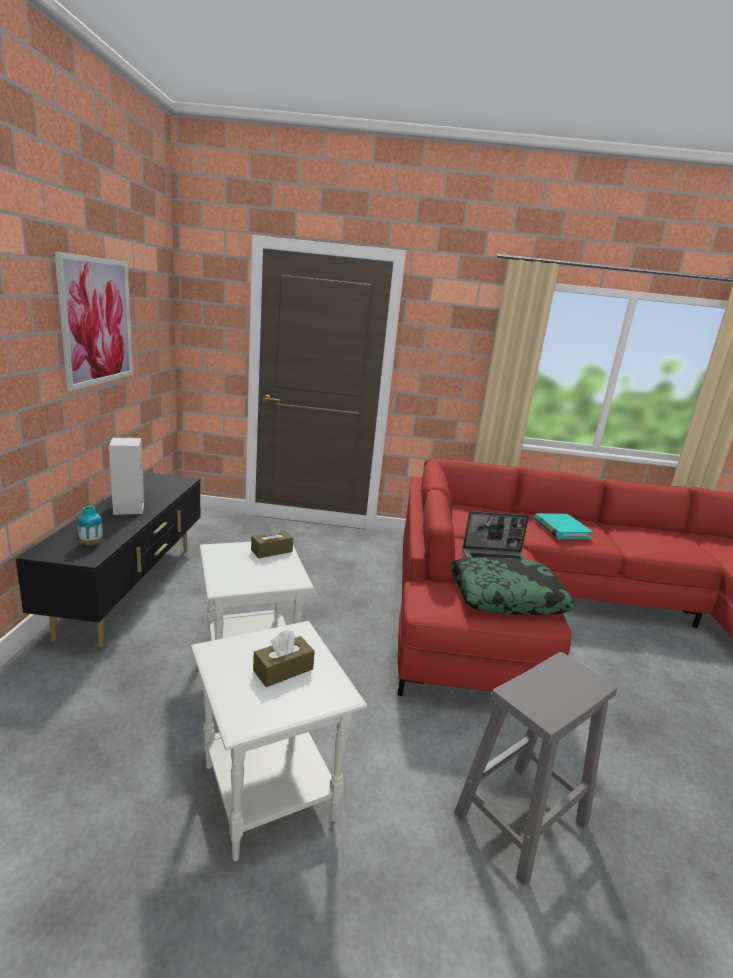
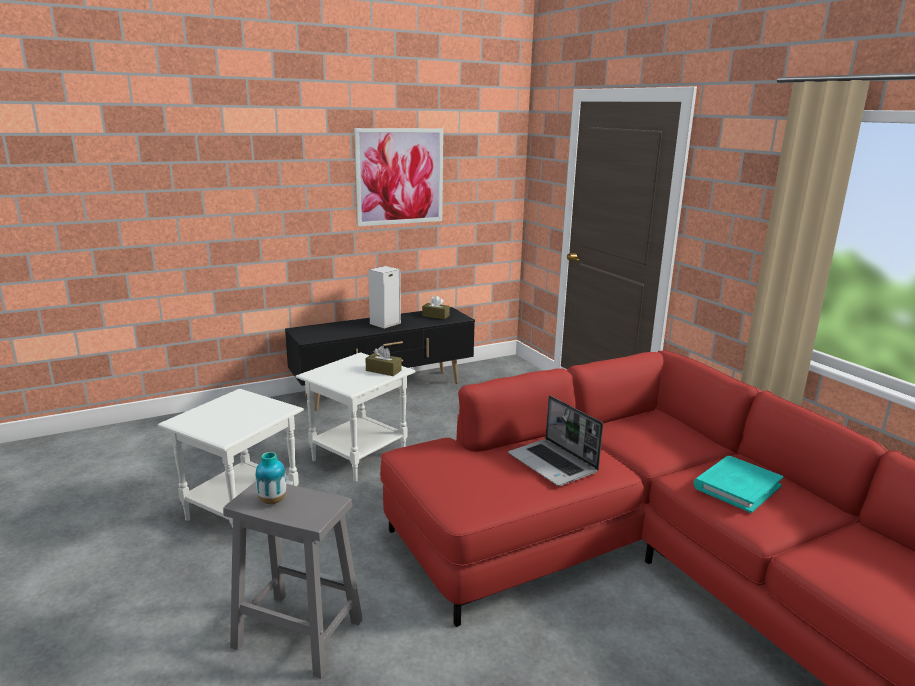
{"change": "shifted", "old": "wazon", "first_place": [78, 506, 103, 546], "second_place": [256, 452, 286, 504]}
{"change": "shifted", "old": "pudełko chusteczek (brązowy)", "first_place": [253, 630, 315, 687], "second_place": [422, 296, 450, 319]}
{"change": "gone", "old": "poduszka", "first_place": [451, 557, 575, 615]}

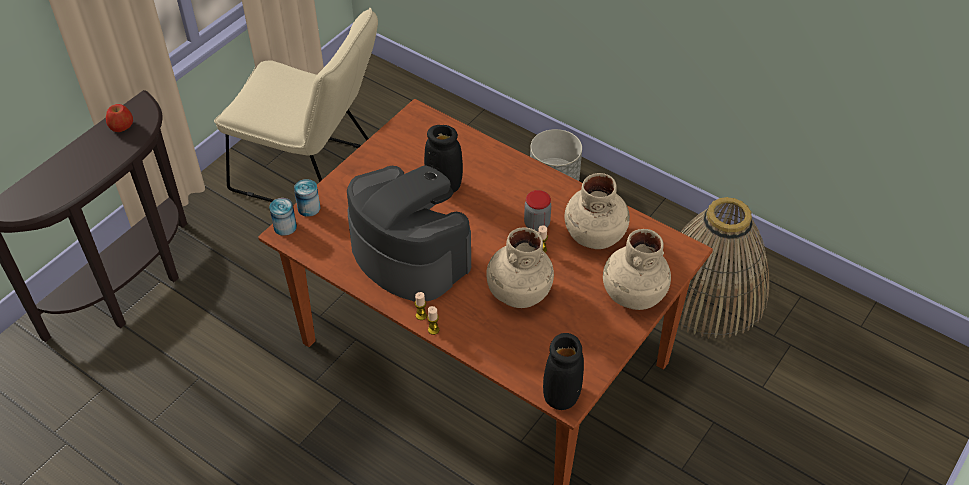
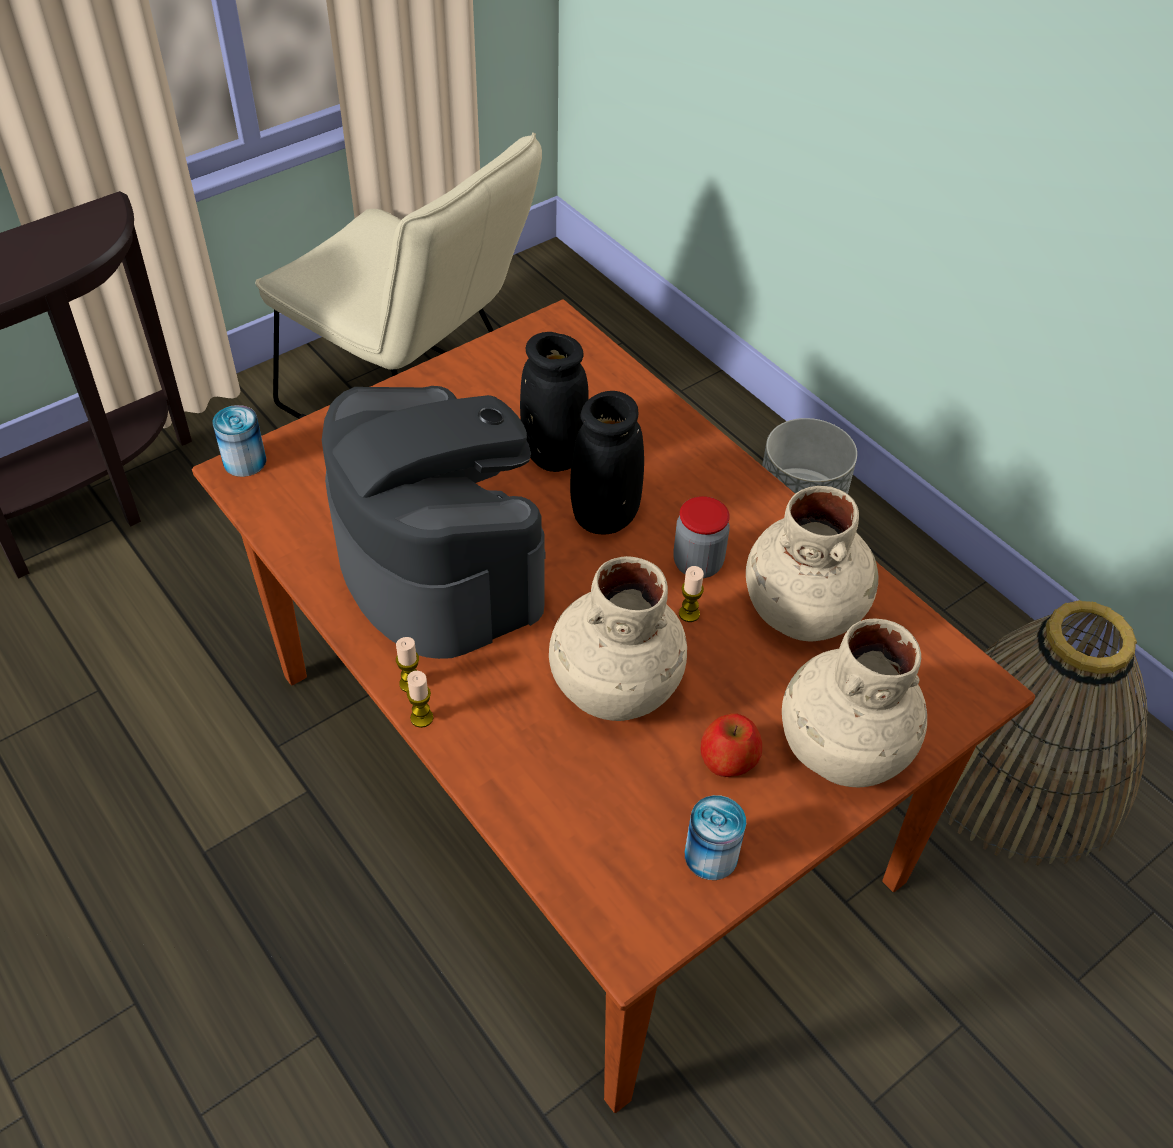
{"change": "shifted", "old": "jabłko", "first_place": [106, 104, 133, 132], "second_place": [700, 713, 762, 777]}
{"change": "shifted", "old": "puszka", "first_place": [294, 179, 320, 217], "second_place": [685, 795, 746, 880]}
{"change": "shifted", "old": "wazon (czarny)", "first_place": [543, 333, 584, 410], "second_place": [570, 391, 644, 534]}

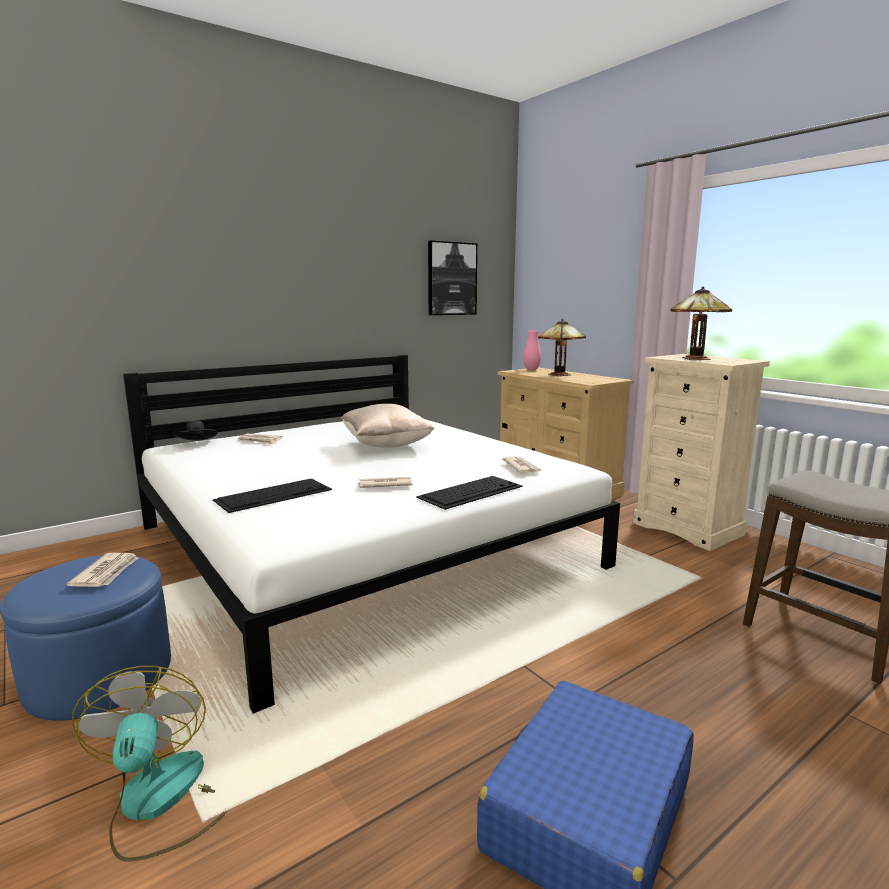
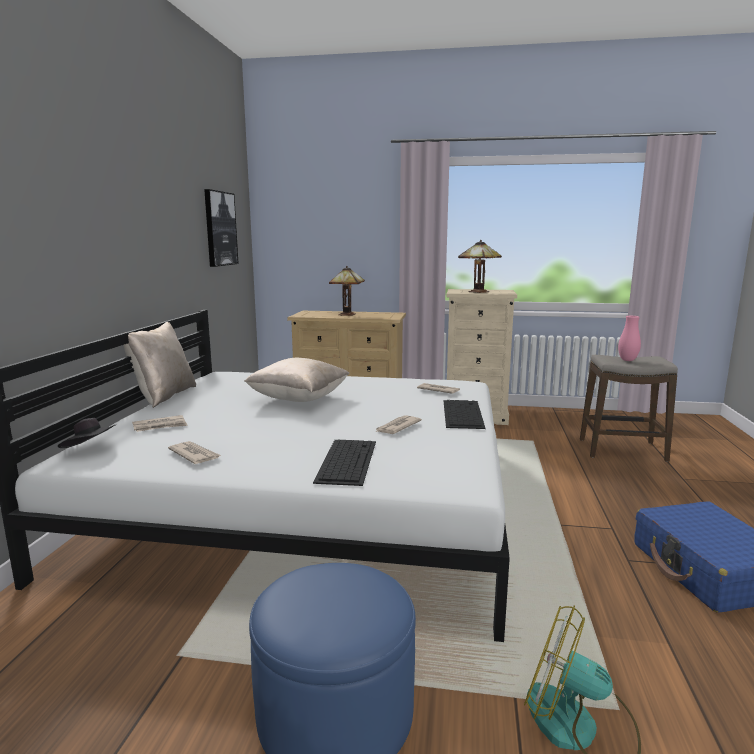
{"change": "shifted", "old": "gazeta", "first_place": [66, 553, 138, 587], "second_place": [168, 441, 221, 464]}
{"change": "shifted", "old": "wazon (różowy)", "first_place": [523, 330, 541, 370], "second_place": [618, 316, 641, 361]}
{"change": "new", "new": "poduszka (beżowy)", "second_place": [123, 322, 196, 408]}

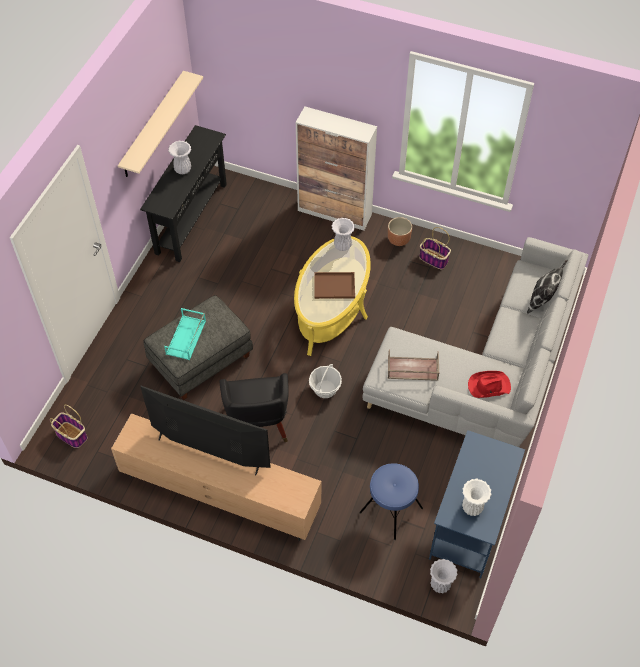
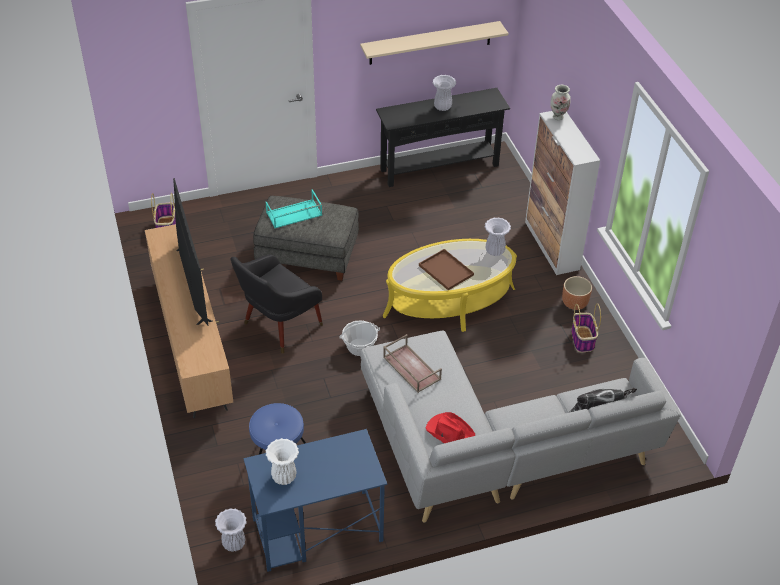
{"change": "new", "new": "wazon", "second_place": [551, 85, 571, 120]}

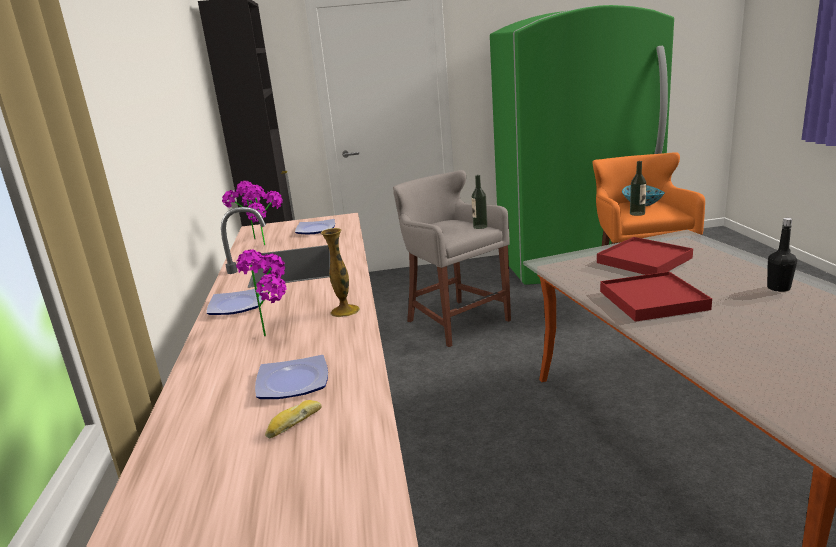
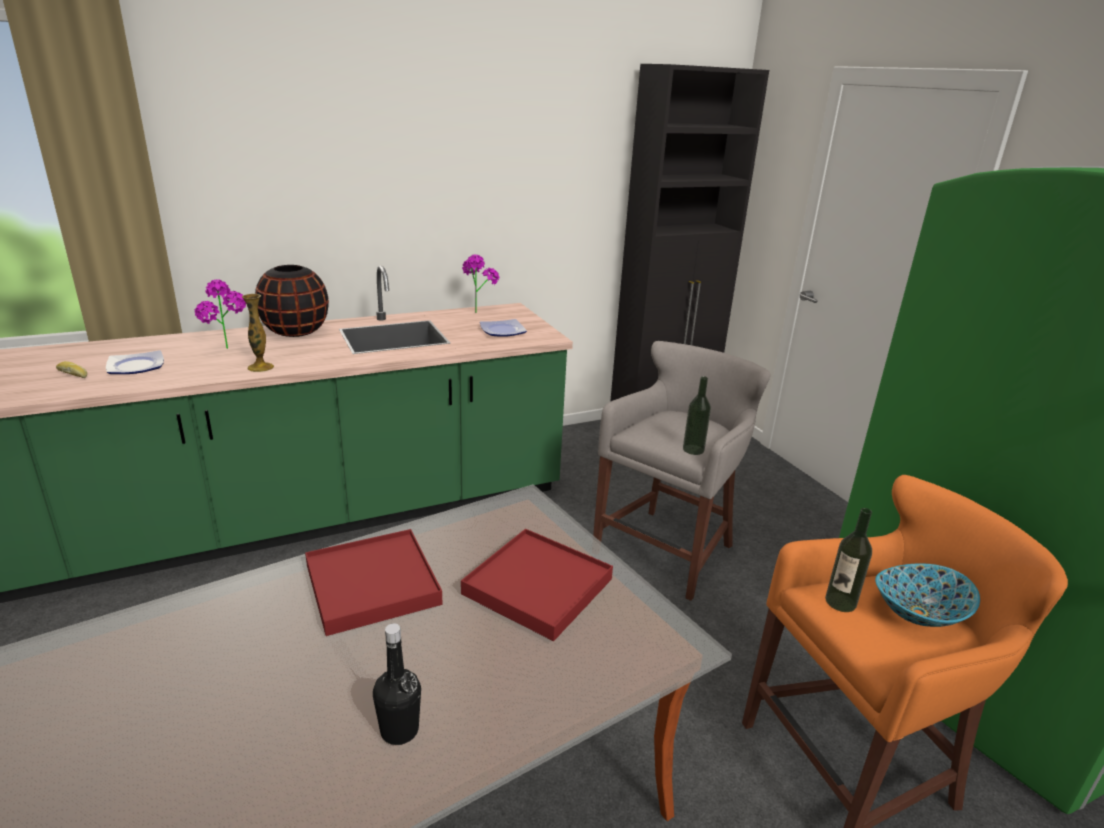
{"change": "swapped", "old": "talerz", "new": "wazon (czarny)", "first_place": [207, 289, 263, 315], "second_place": [255, 265, 329, 337]}
{"change": "gone", "old": "roślina doniczkowa", "first_place": [245, 185, 283, 245]}

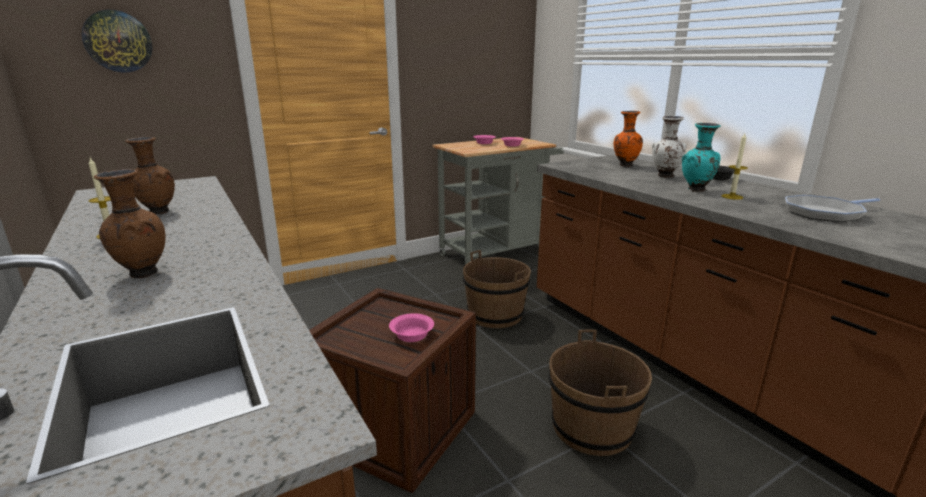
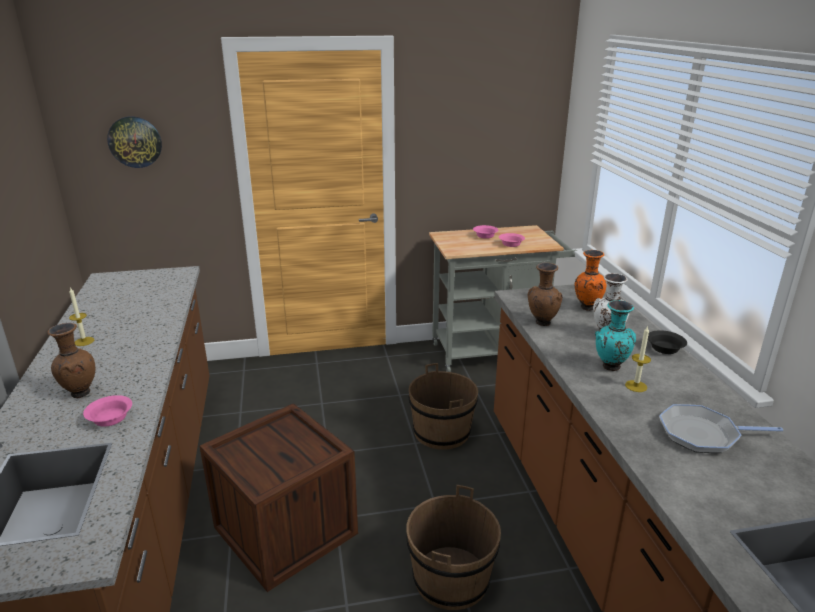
{"change": "shifted", "old": "wazon (brązowy)", "first_place": [125, 137, 175, 214], "second_place": [527, 263, 563, 326]}
{"change": "shifted", "old": "miska (różowy)", "first_place": [389, 313, 434, 342], "second_place": [83, 395, 132, 427]}

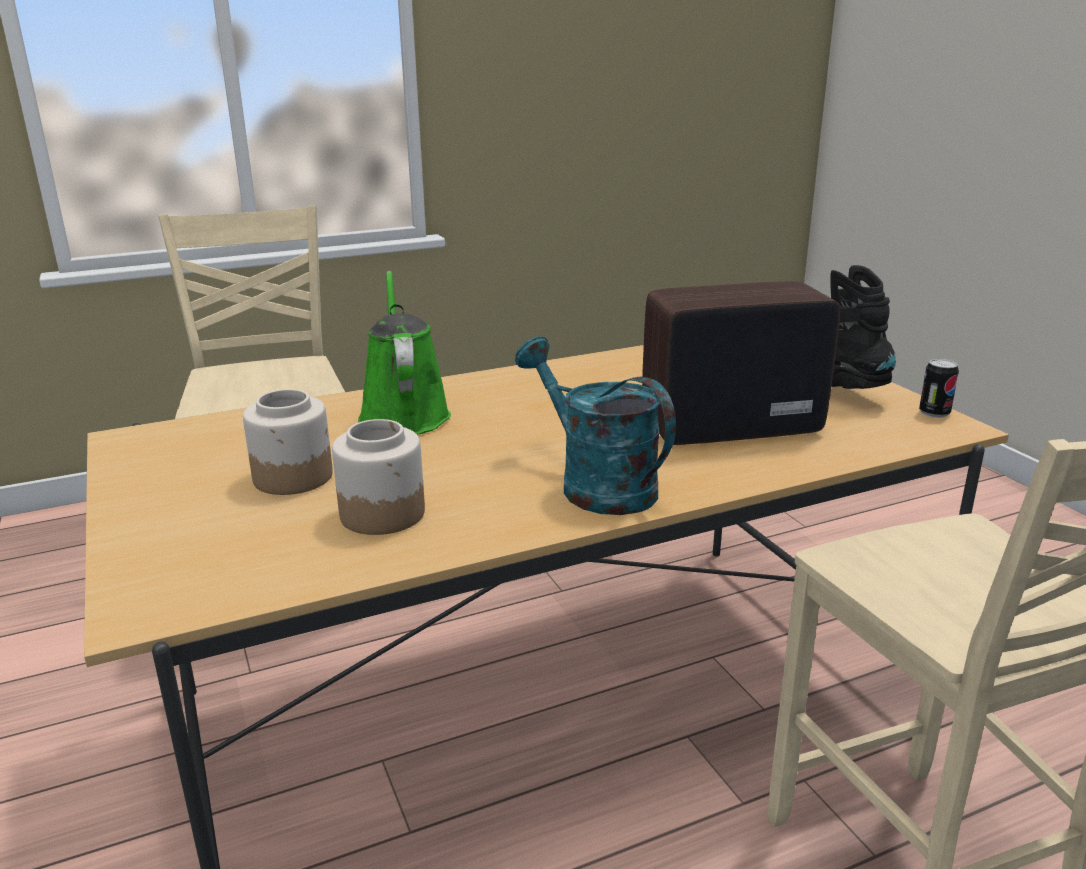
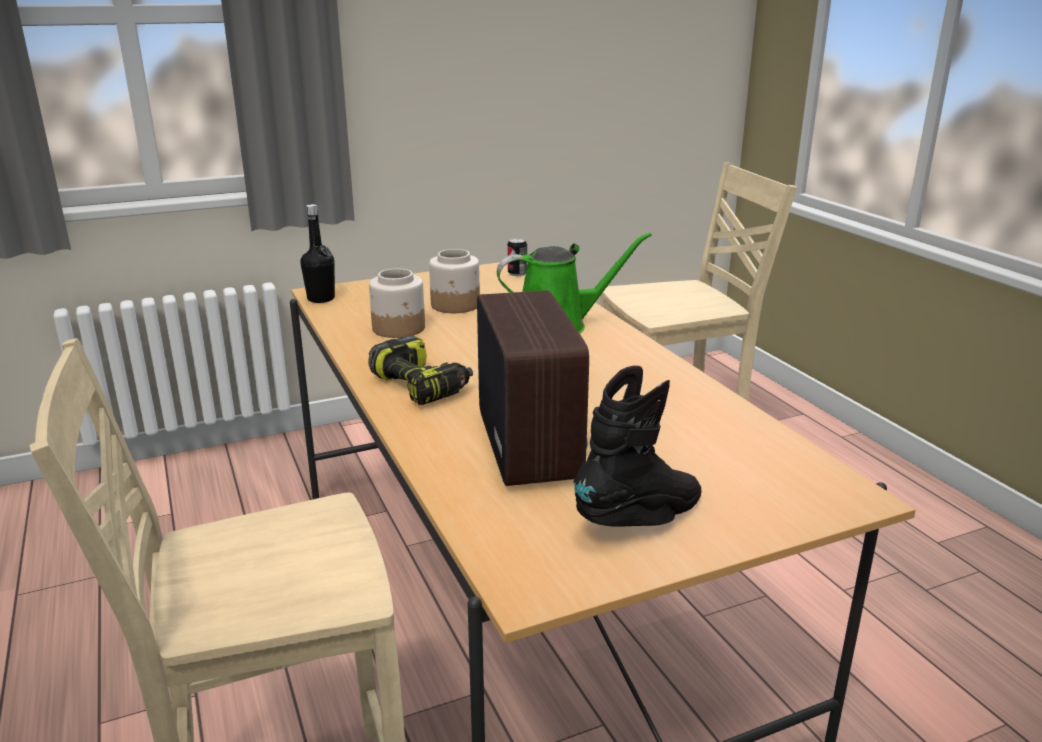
{"change": "swapped", "old": "konewka (turkusowy)", "new": "wiertarka", "first_place": [515, 336, 676, 515], "second_place": [368, 335, 473, 405]}
{"change": "shifted", "old": "puszka", "first_place": [919, 358, 959, 418], "second_place": [508, 238, 527, 276]}
{"change": "new", "new": "butelka (czarny)", "second_place": [300, 204, 335, 303]}

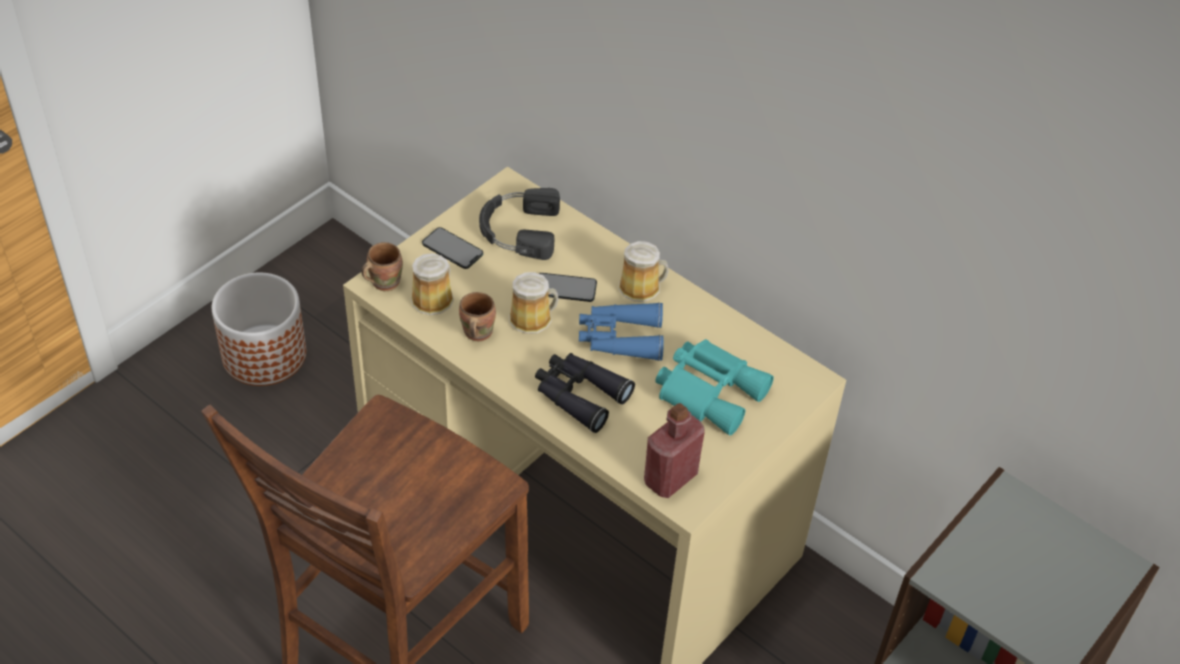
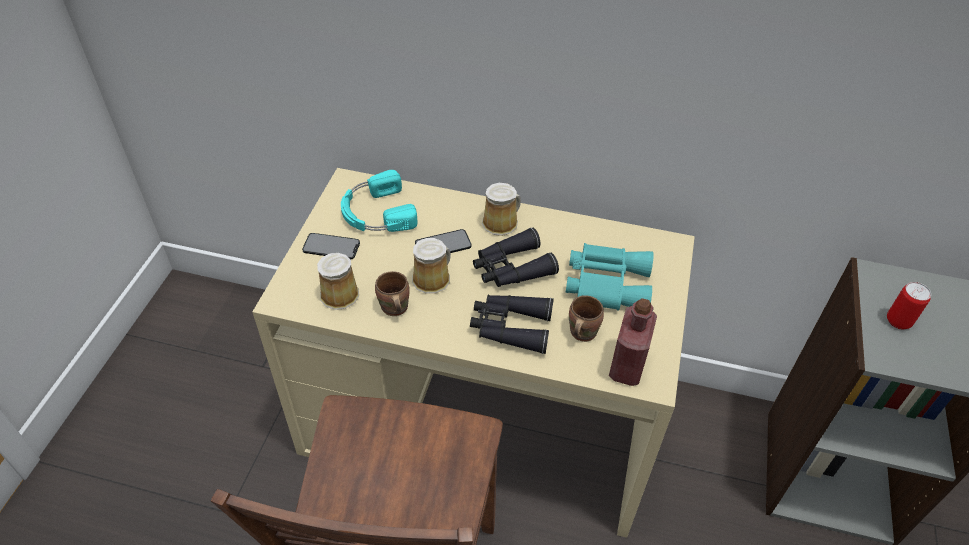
{"change": "gone", "old": "donica", "first_place": [212, 273, 306, 386]}
{"change": "shifted", "old": "kubek (brązowy)", "first_place": [361, 242, 403, 291], "second_place": [569, 295, 604, 342]}
{"change": "repainted", "old": "słuchawki (czarny)", "new": "słuchawki (turkusowy)", "first_place": [479, 188, 560, 260], "second_place": [341, 170, 418, 232]}
{"change": "repainted", "old": "lornetka (niebieski)", "new": "lornetka (czarny)", "first_place": [579, 302, 664, 361], "second_place": [473, 228, 559, 287]}
{"change": "new", "new": "puszka", "second_place": [887, 282, 931, 329]}

